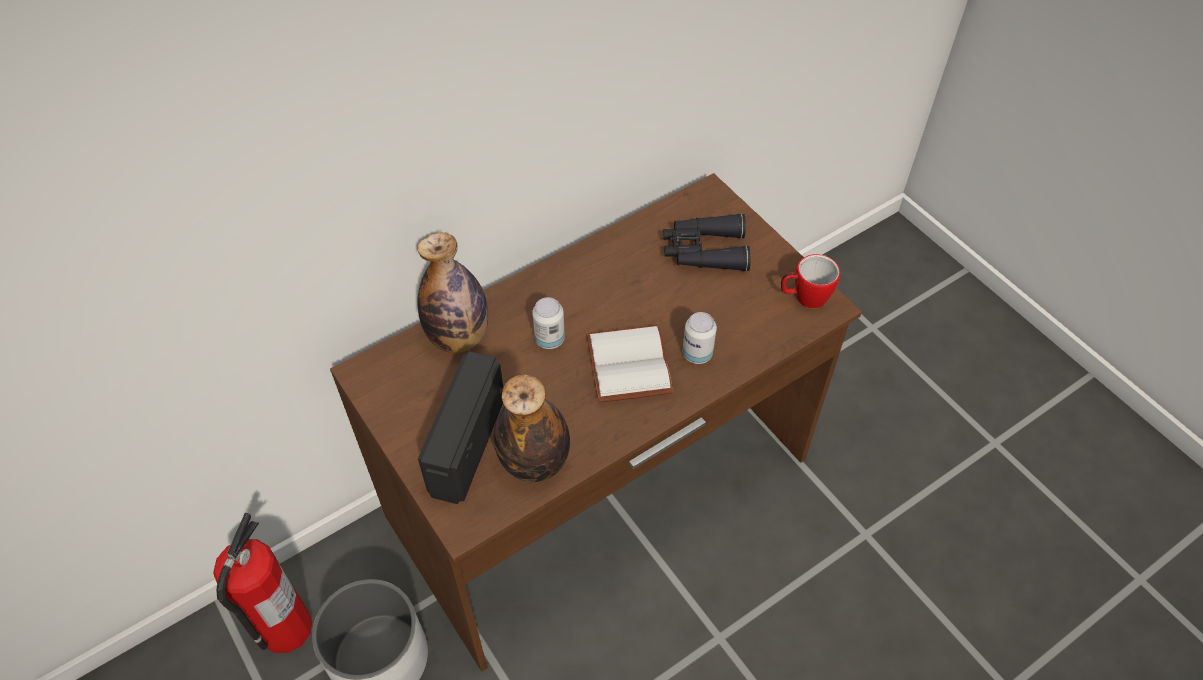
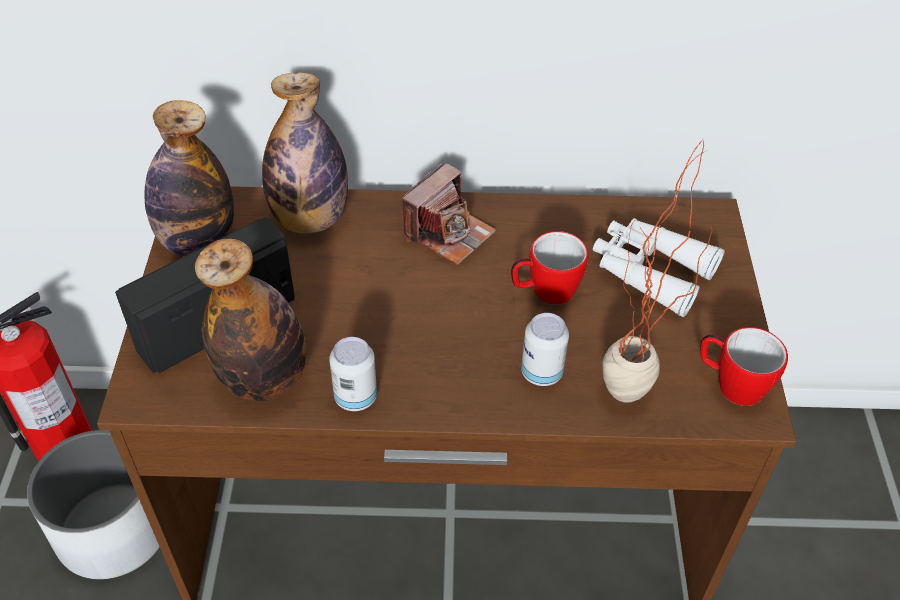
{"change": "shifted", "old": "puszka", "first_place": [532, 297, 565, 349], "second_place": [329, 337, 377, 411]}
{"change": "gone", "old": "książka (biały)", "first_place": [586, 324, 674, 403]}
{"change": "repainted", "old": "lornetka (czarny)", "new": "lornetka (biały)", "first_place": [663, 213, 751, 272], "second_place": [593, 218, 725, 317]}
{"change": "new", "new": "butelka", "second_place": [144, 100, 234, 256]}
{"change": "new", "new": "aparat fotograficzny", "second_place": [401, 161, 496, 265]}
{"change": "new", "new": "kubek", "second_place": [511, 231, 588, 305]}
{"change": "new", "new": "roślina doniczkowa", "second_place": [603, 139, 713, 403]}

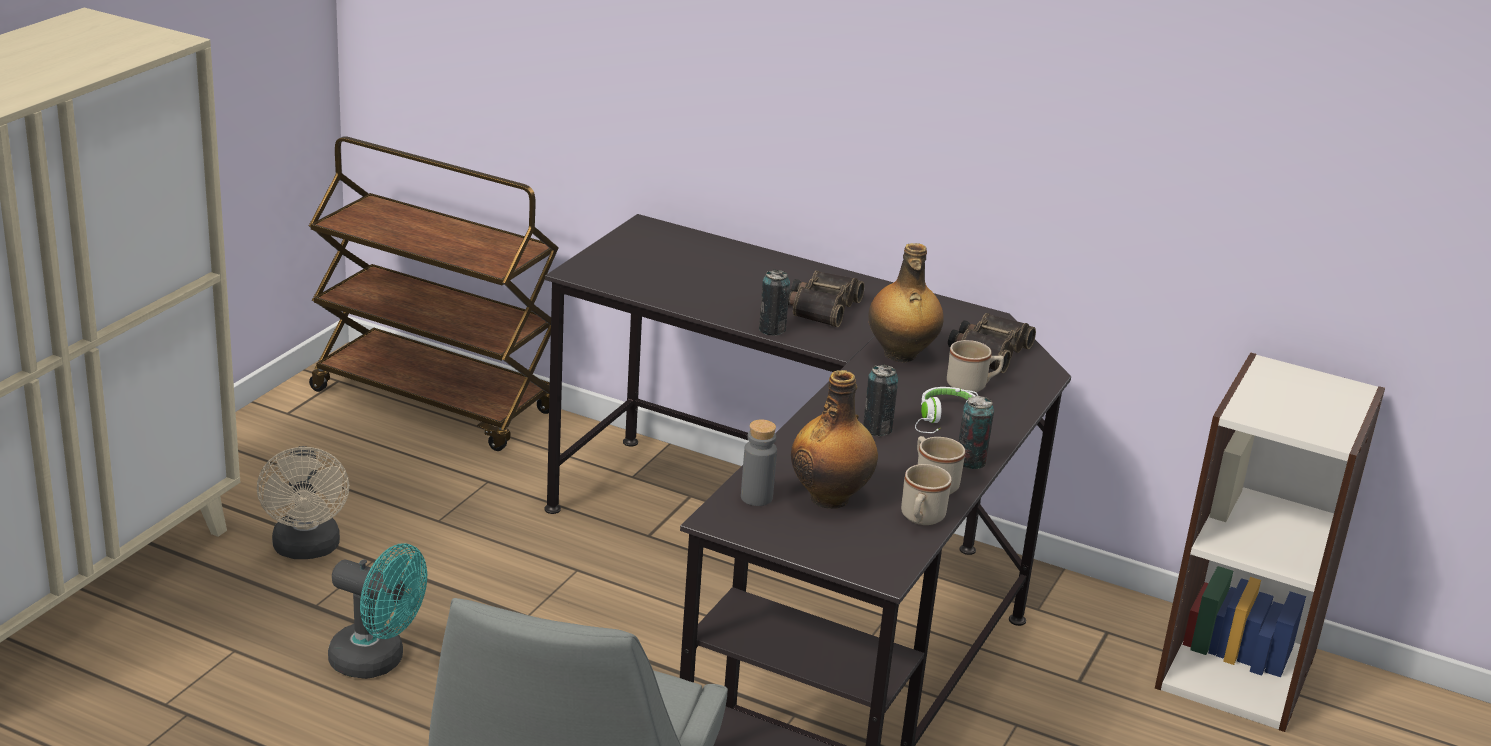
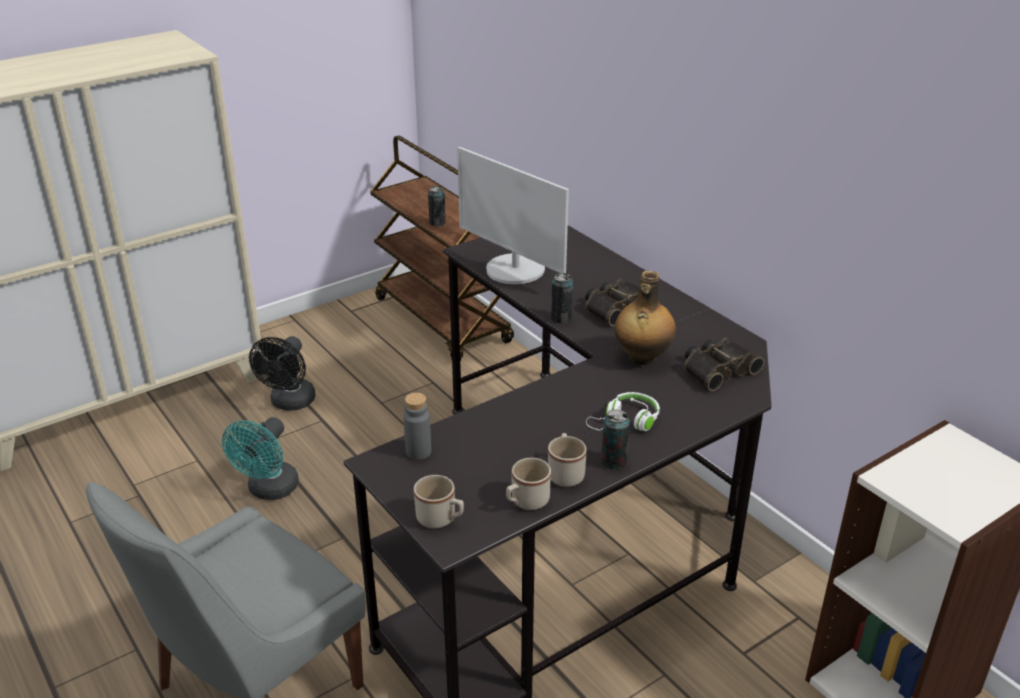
{"change": "repainted", "old": "wentylator (beżowy)", "new": "wentylator (czarny)", "first_place": [257, 446, 350, 559], "second_place": [249, 336, 316, 410]}
{"change": "rotated", "old": "wentylator (turkusowy)", "first_place": [328, 543, 427, 679], "second_place": [222, 417, 299, 500], "degrees": 60}
{"change": "gone", "old": "butelka", "first_place": [791, 370, 878, 509]}
{"change": "shifted", "old": "puszka", "first_place": [863, 364, 898, 436], "second_place": [428, 186, 446, 226]}
{"change": "shifted", "old": "kubek (beżowy)", "first_place": [947, 340, 1004, 393], "second_place": [414, 475, 464, 529]}
{"change": "new", "new": "monitor", "second_place": [457, 147, 569, 284]}

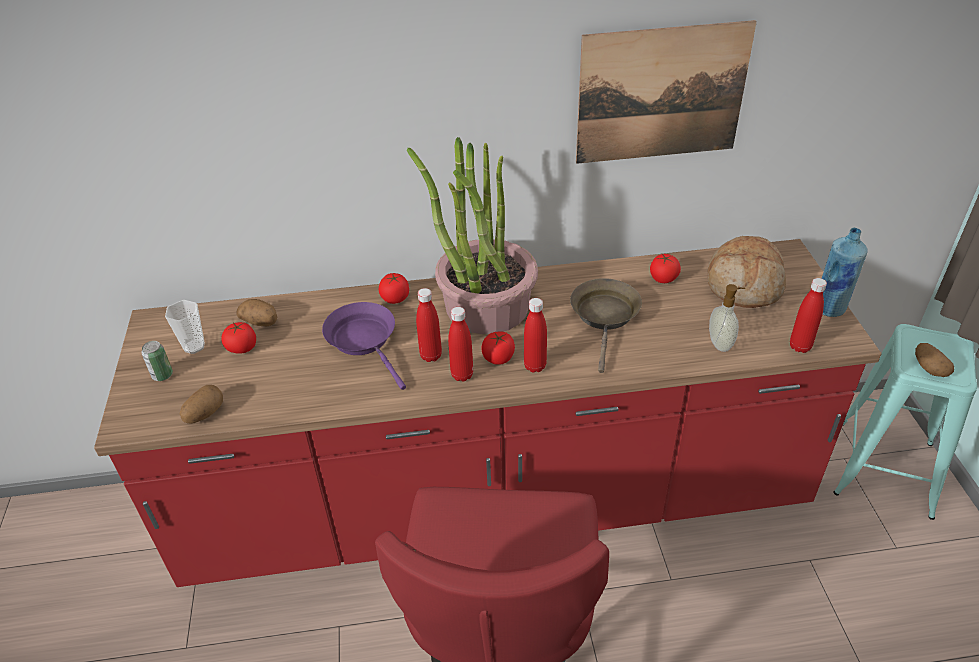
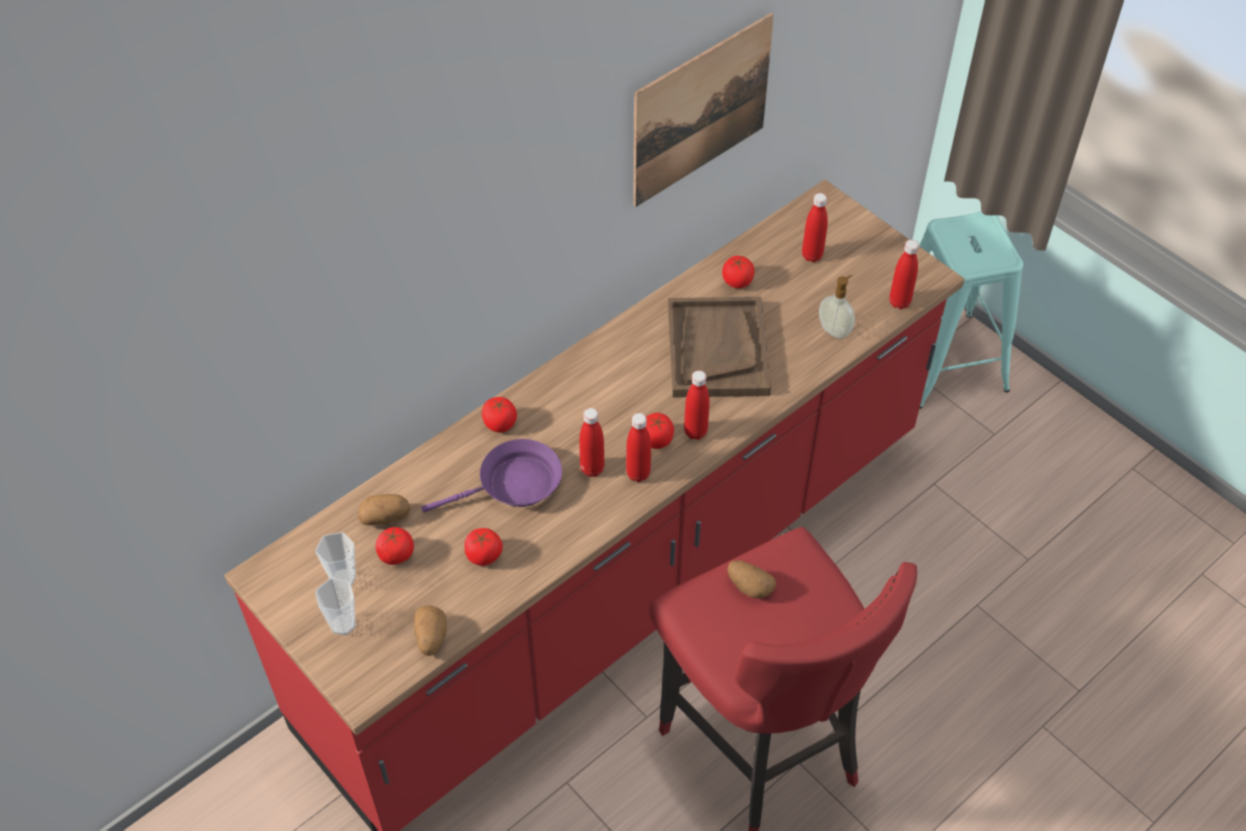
{"change": "swapped", "old": "puszka", "new": "filiżanka", "first_place": [141, 341, 173, 381], "second_place": [315, 578, 356, 635]}
{"change": "rotated", "old": "patelnia (fioletowy)", "first_place": [322, 302, 406, 390], "second_place": [421, 439, 562, 513], "degrees": 135}
{"change": "gone", "old": "roślina doniczkowa", "first_place": [407, 137, 538, 334]}
{"change": "swapped", "old": "patelnia (brązowy)", "new": "taca (brązowy)", "first_place": [570, 278, 642, 373], "second_place": [668, 297, 771, 397]}
{"change": "swapped", "old": "chleb", "new": "butelka (czerwony)", "first_place": [708, 236, 786, 308], "second_place": [802, 193, 828, 262]}
{"change": "gone", "old": "butelka (niebieski)", "first_place": [822, 227, 868, 317]}
{"change": "shifted", "old": "ziemniak", "first_place": [915, 343, 954, 377], "second_place": [727, 560, 776, 598]}
{"change": "new", "new": "pomidor", "second_place": [465, 528, 503, 566]}

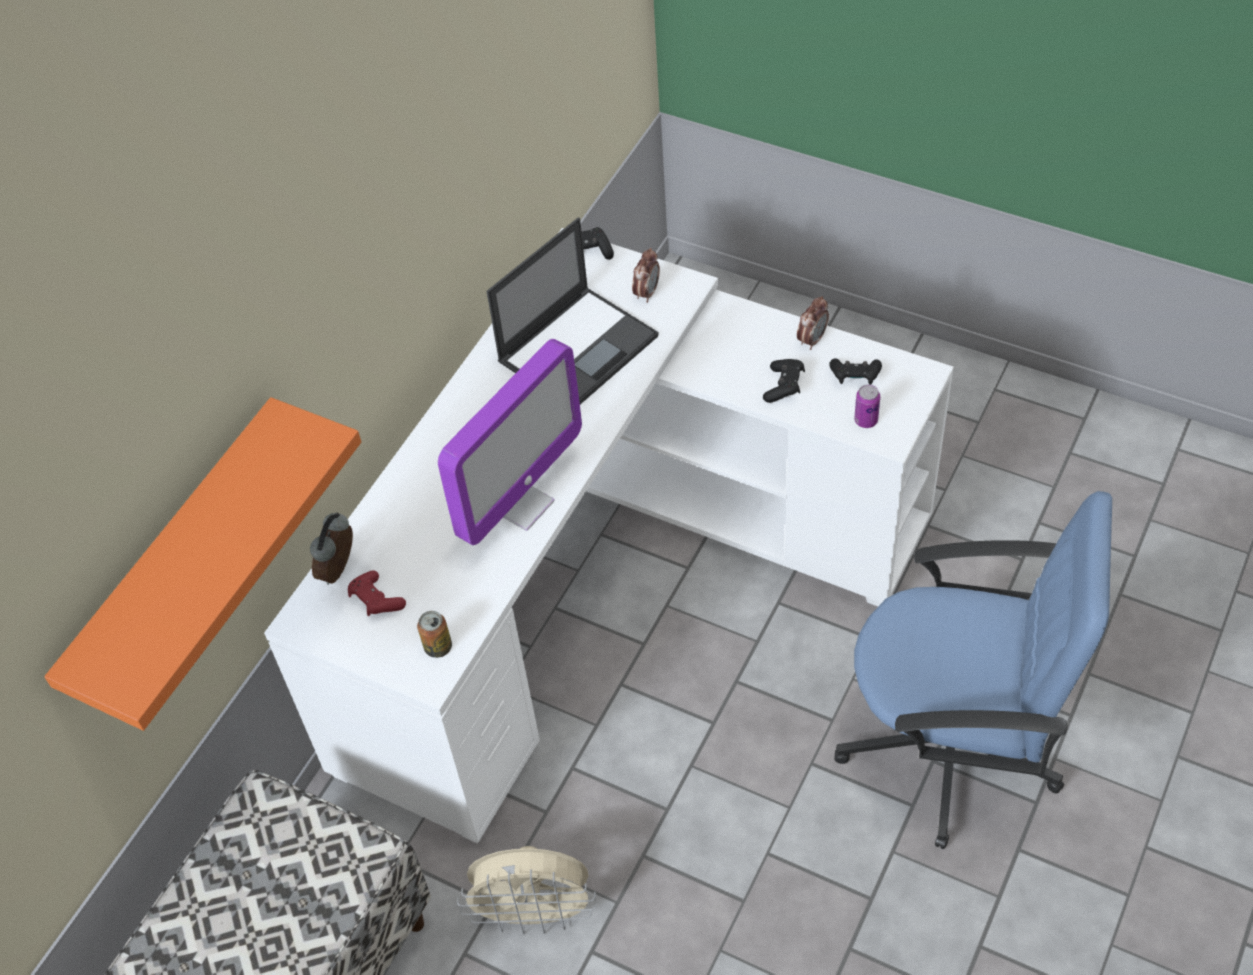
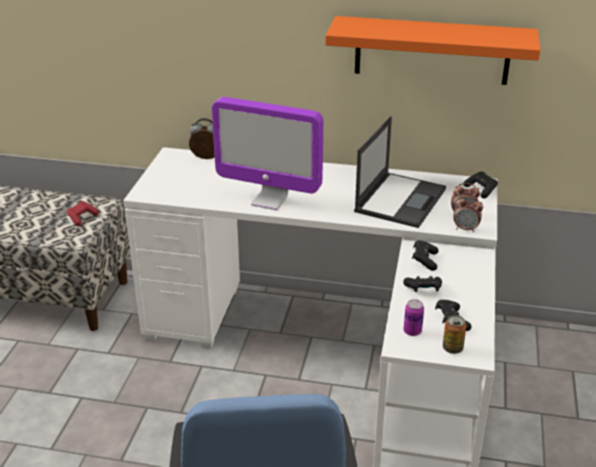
{"change": "shifted", "old": "półka (pomarańczowy)", "first_place": [44, 397, 361, 731], "second_place": [325, 16, 540, 85]}
{"change": "shifted", "old": "pad do gier (czerwony)", "first_place": [348, 570, 406, 616], "second_place": [67, 201, 99, 226]}
{"change": "shifted", "old": "puszka", "first_place": [417, 611, 452, 658], "second_place": [443, 315, 466, 354]}
{"change": "gone", "old": "wentylator (beżowy)", "first_place": [457, 846, 597, 934]}
{"change": "rotated", "old": "laptop", "first_place": [486, 218, 659, 404], "second_place": [354, 116, 446, 228], "degrees": -90}
{"change": "shifted", "old": "budzik", "first_place": [797, 296, 829, 350], "second_place": [453, 196, 483, 232]}
{"change": "new", "new": "pad do gier (czarny)", "second_place": [412, 240, 439, 271]}

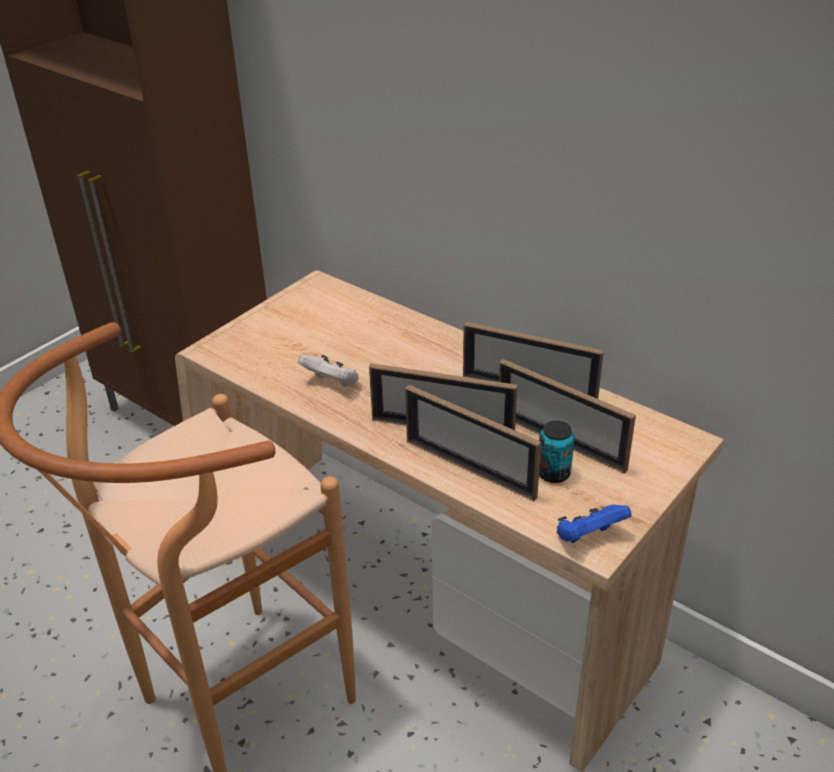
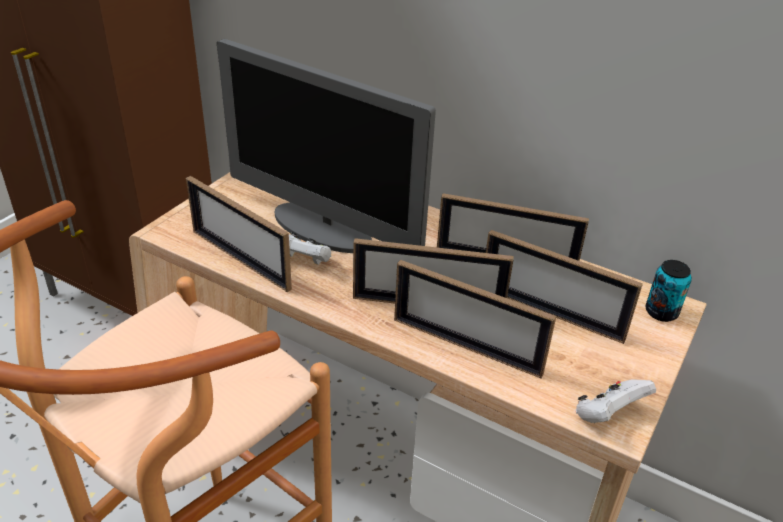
{"change": "shifted", "old": "puszka", "first_place": [539, 421, 574, 483], "second_place": [645, 260, 692, 322]}
{"change": "repainted", "old": "pad do gier (niebieski)", "new": "pad do gier (biały)", "first_place": [557, 505, 631, 543], "second_place": [576, 379, 656, 423]}
{"change": "new", "new": "ramka na zdjęcie", "second_place": [186, 176, 292, 292]}
{"change": "new", "new": "monitor", "second_place": [217, 39, 436, 253]}

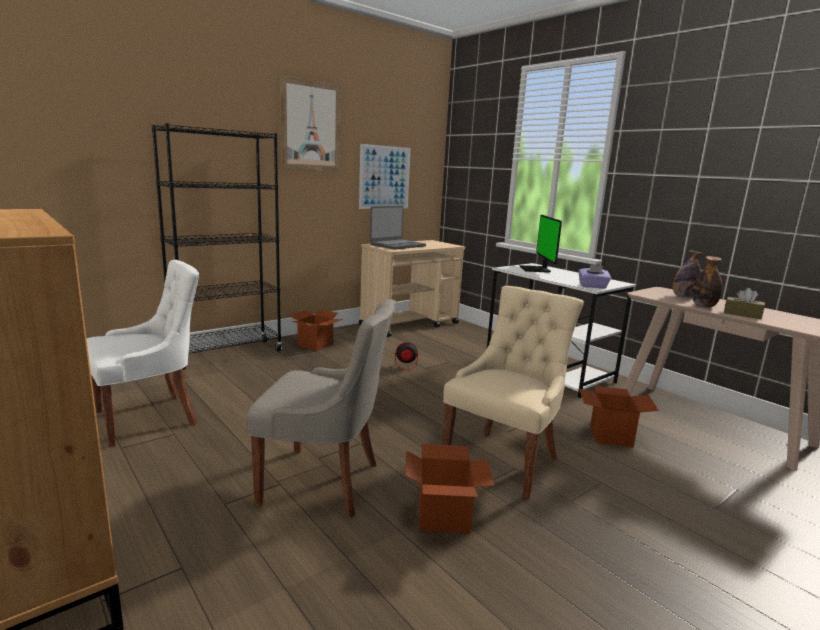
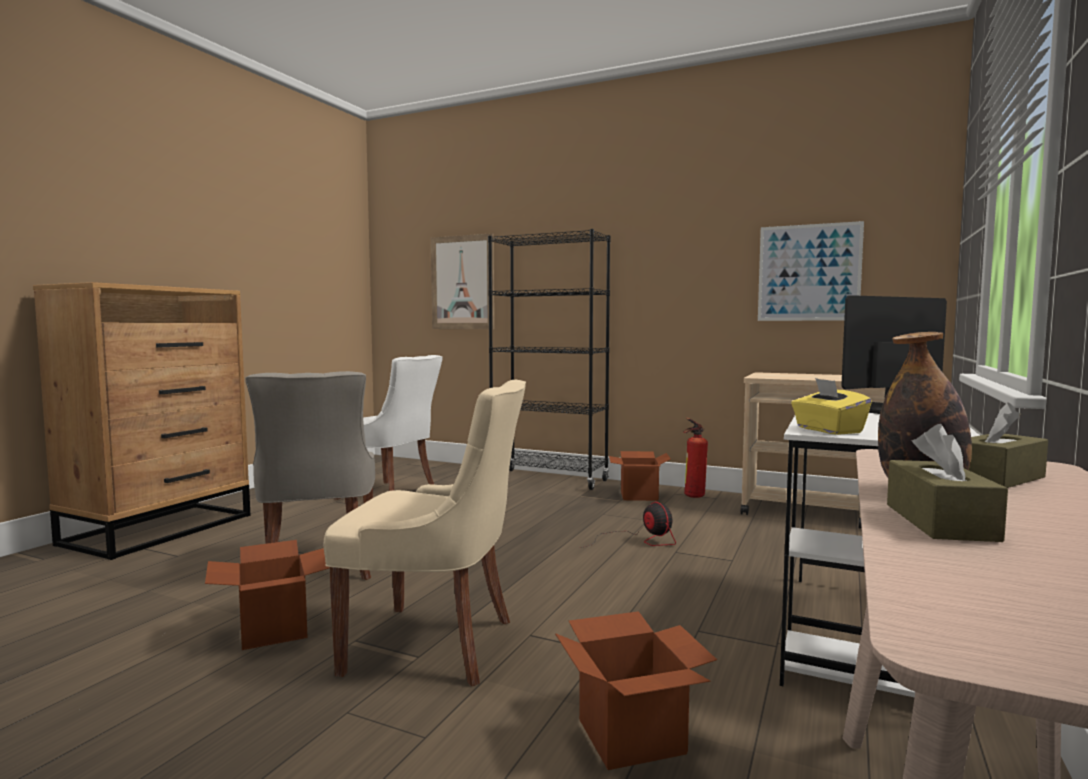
{"change": "shifted", "old": "obraz", "first_place": [280, 75, 341, 172], "second_place": [431, 233, 494, 329]}
{"change": "gone", "old": "laptop", "first_place": [370, 206, 426, 250]}
{"change": "repainted", "old": "pudełko chusteczek (fioletowy)", "new": "pudełko chusteczek (żółty)", "first_place": [579, 265, 611, 288], "second_place": [791, 378, 872, 435]}
{"change": "swapped", "old": "butelka", "new": "pudełko chusteczek (brązowy)", "first_place": [673, 250, 703, 298], "second_place": [969, 402, 1048, 488]}
{"change": "new", "new": "gaśnica", "second_place": [683, 418, 708, 498]}

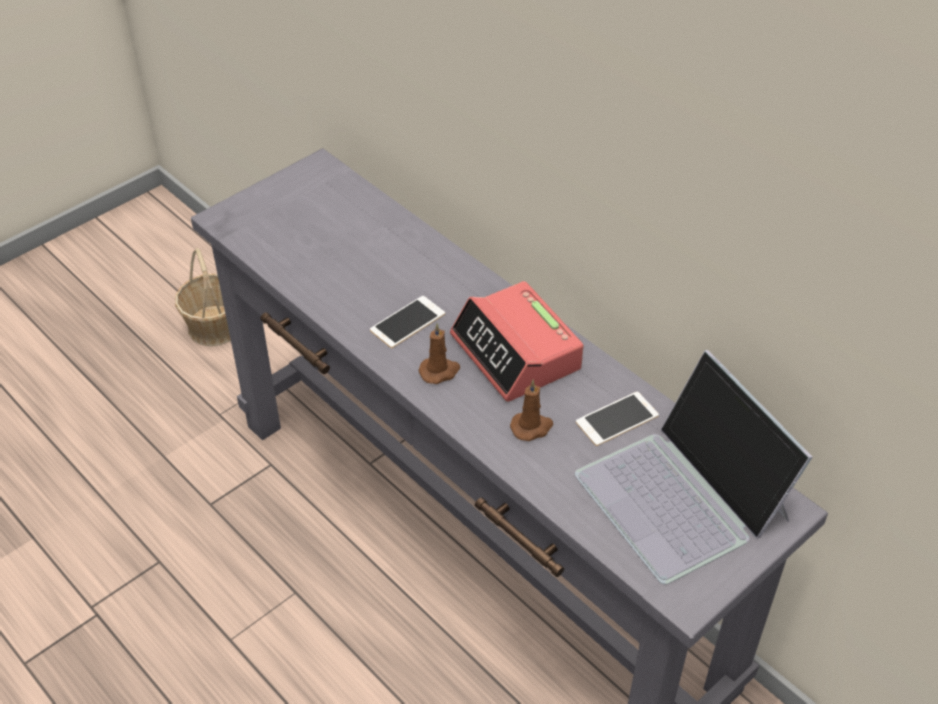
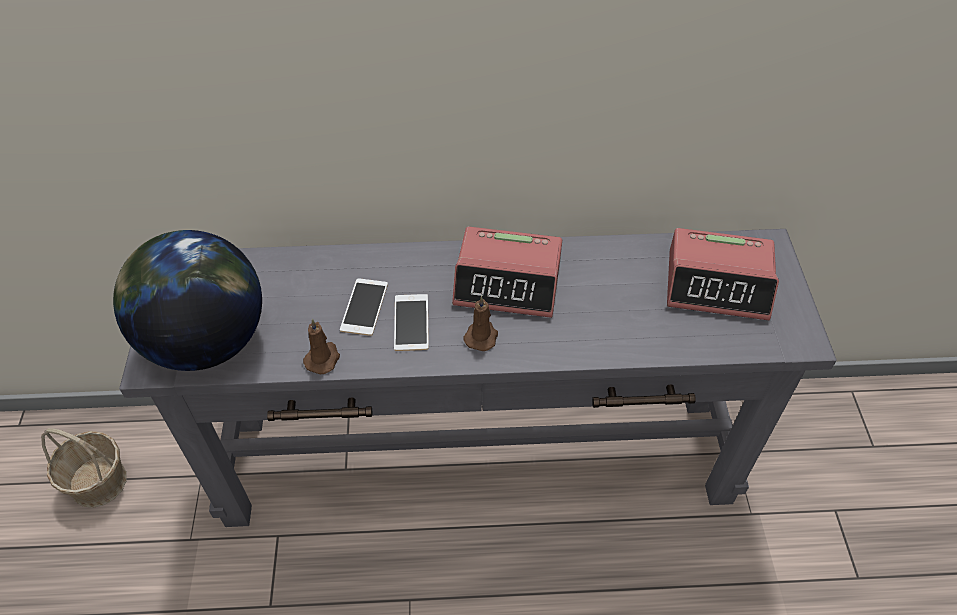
{"change": "shifted", "old": "świeca (brązowy)", "first_place": [510, 379, 553, 441], "second_place": [303, 319, 340, 374]}
{"change": "swapped", "old": "laptop", "new": "budzik", "first_place": [575, 350, 813, 584], "second_place": [667, 228, 779, 320]}
{"change": "shifted", "old": "telefon", "first_place": [576, 392, 659, 446], "second_place": [340, 278, 388, 336]}
{"change": "new", "new": "globus", "second_place": [113, 230, 262, 371]}

